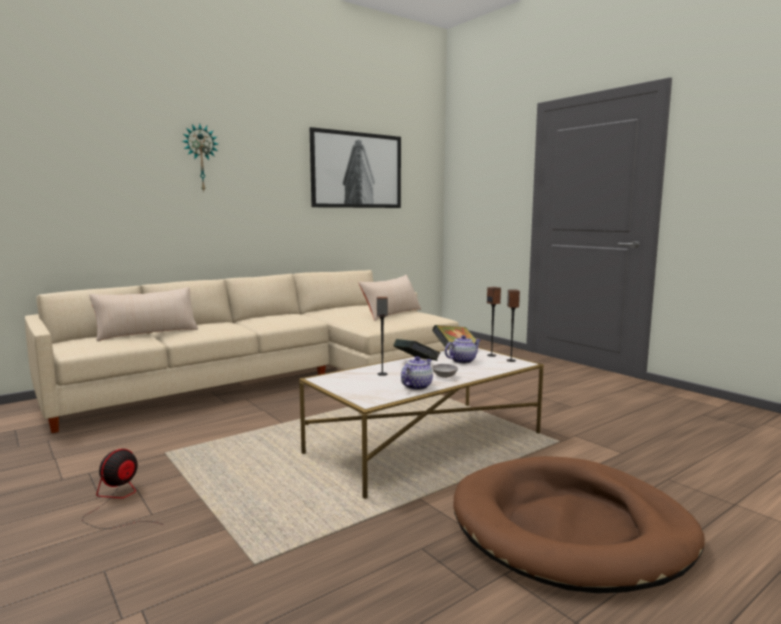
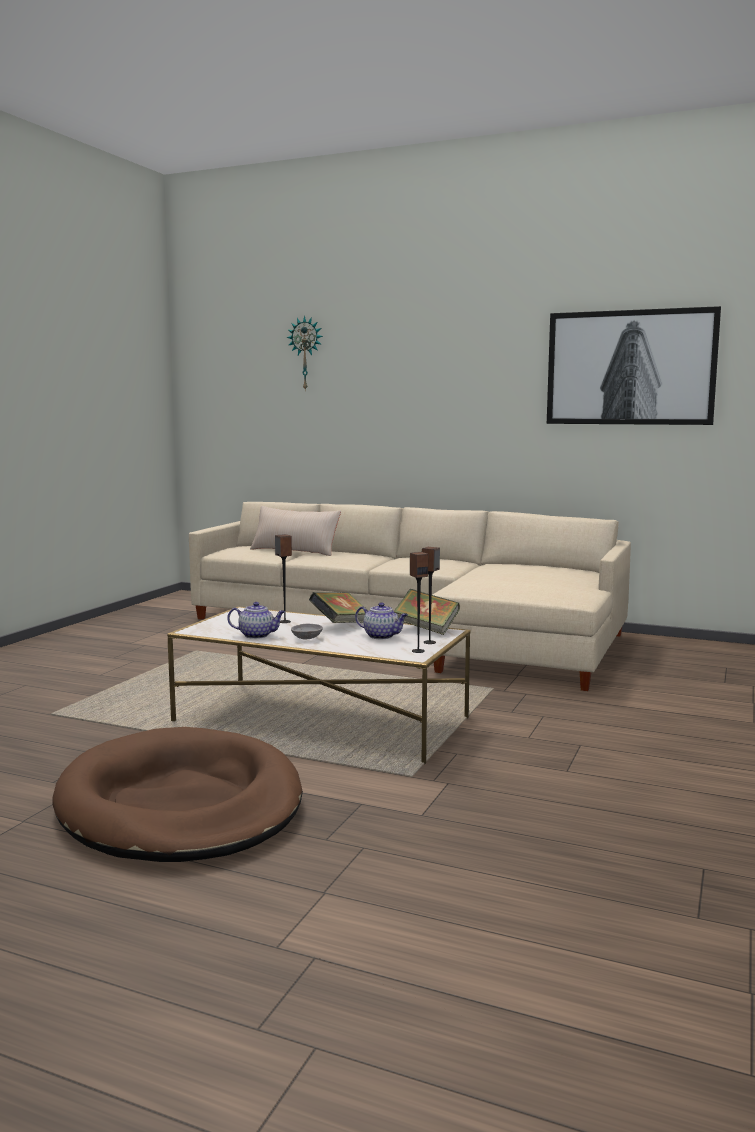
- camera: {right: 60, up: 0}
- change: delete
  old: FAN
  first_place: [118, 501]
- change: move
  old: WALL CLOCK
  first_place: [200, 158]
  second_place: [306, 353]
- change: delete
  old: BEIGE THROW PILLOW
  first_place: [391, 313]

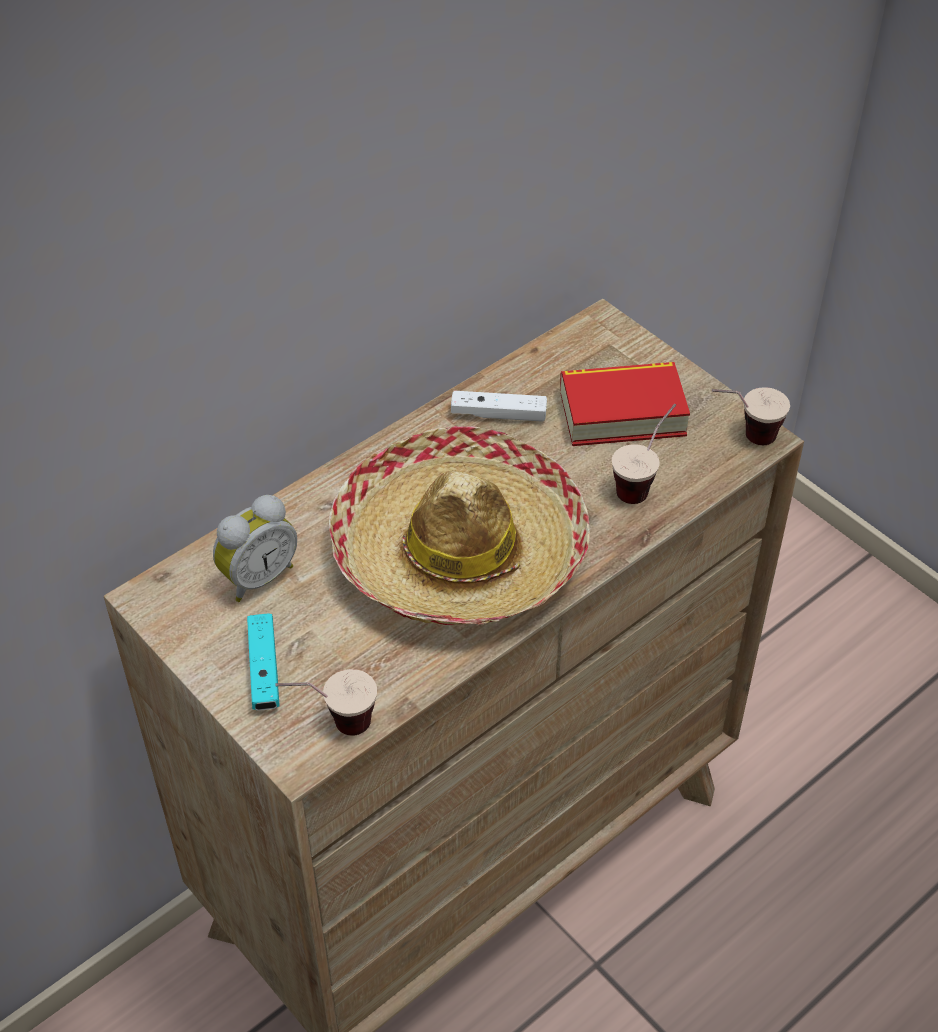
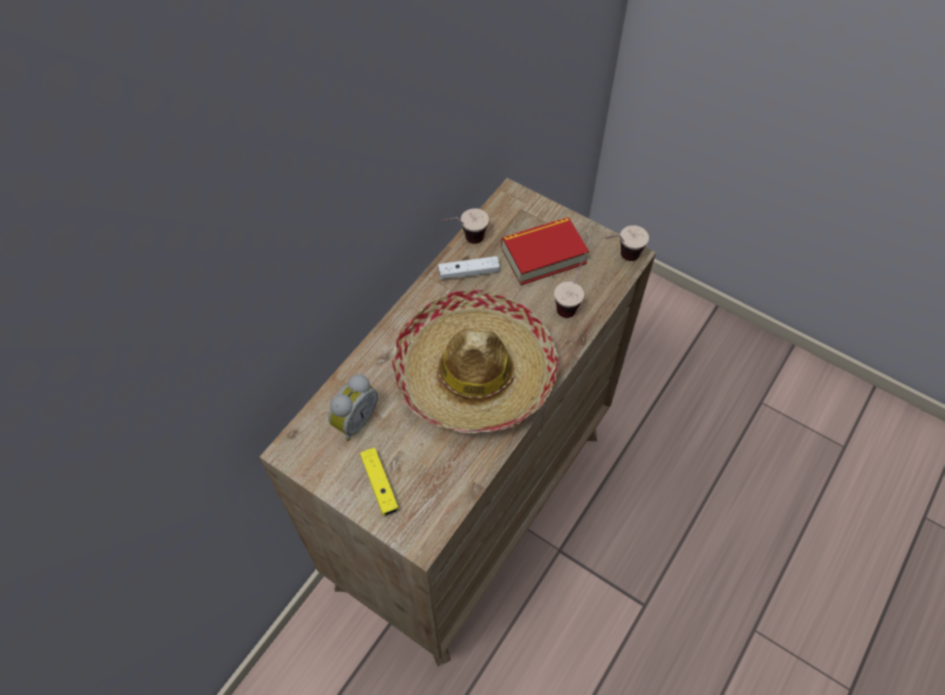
- camera: {right: -15, up: 10}
- change: recolor
  old: TURQUOISE JOYPAD
  new: YELLOW-COLOURED JOYPAD
  first_place: [264, 670]
  second_place: [380, 485]
- change: move
  old: DRINKING CUP
  first_place: [331, 726]
  second_place: [464, 241]

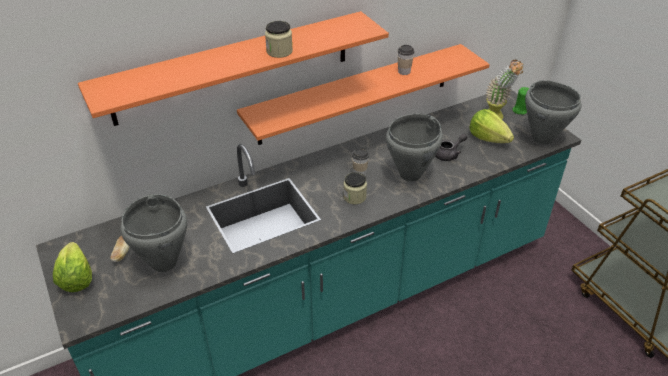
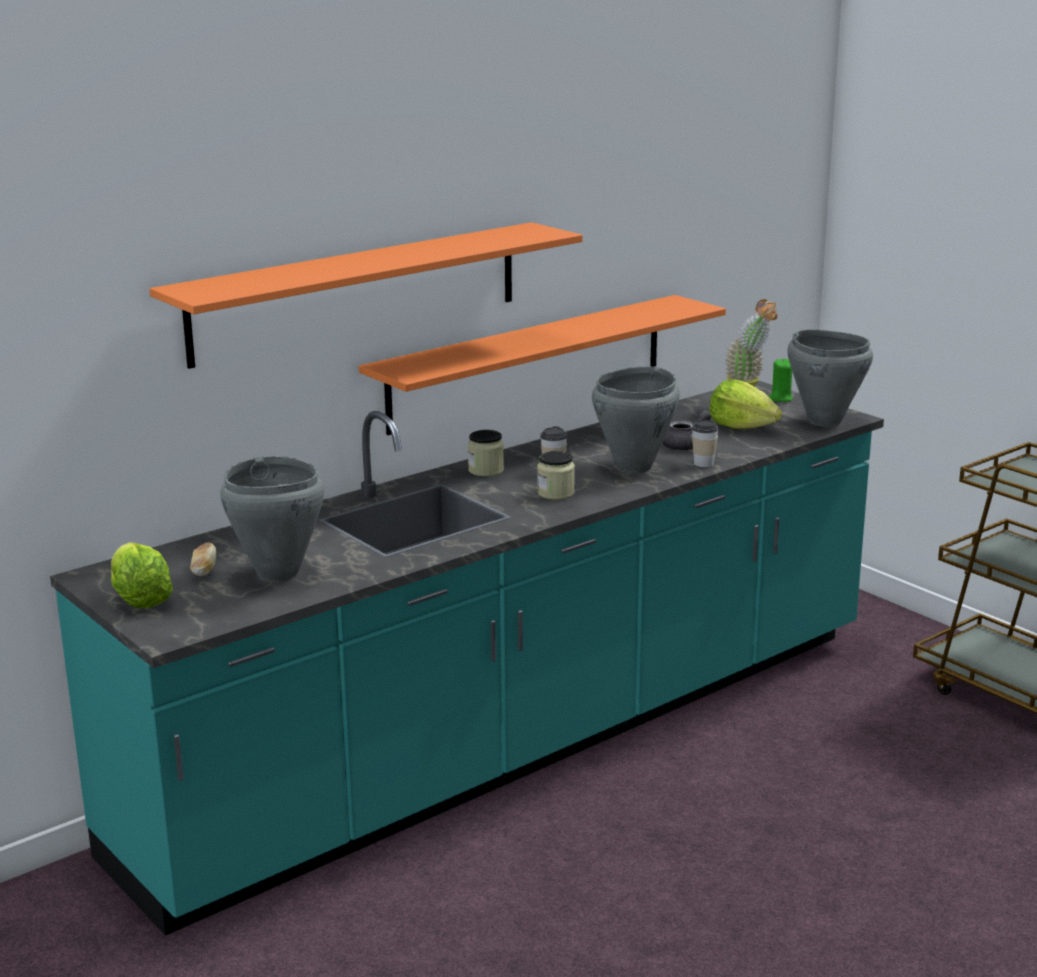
- camera: {right: -10, up: -20}
- change: move
  old: STORAGE JAR
  first_place: [279, 51]
  second_place: [486, 470]
- change: move
  old: DRINKING CUP
  first_place: [404, 71]
  second_place: [703, 463]

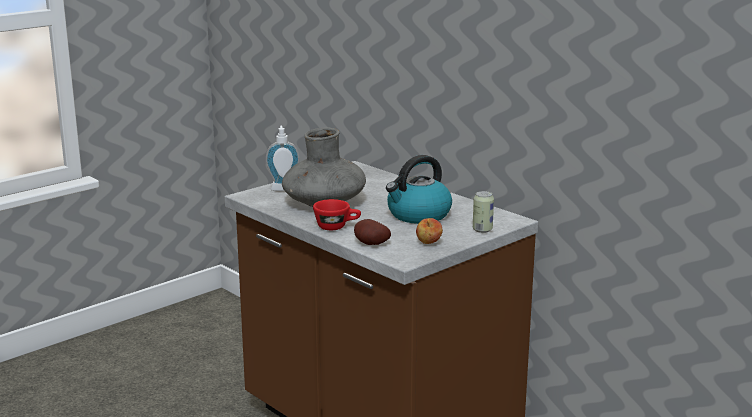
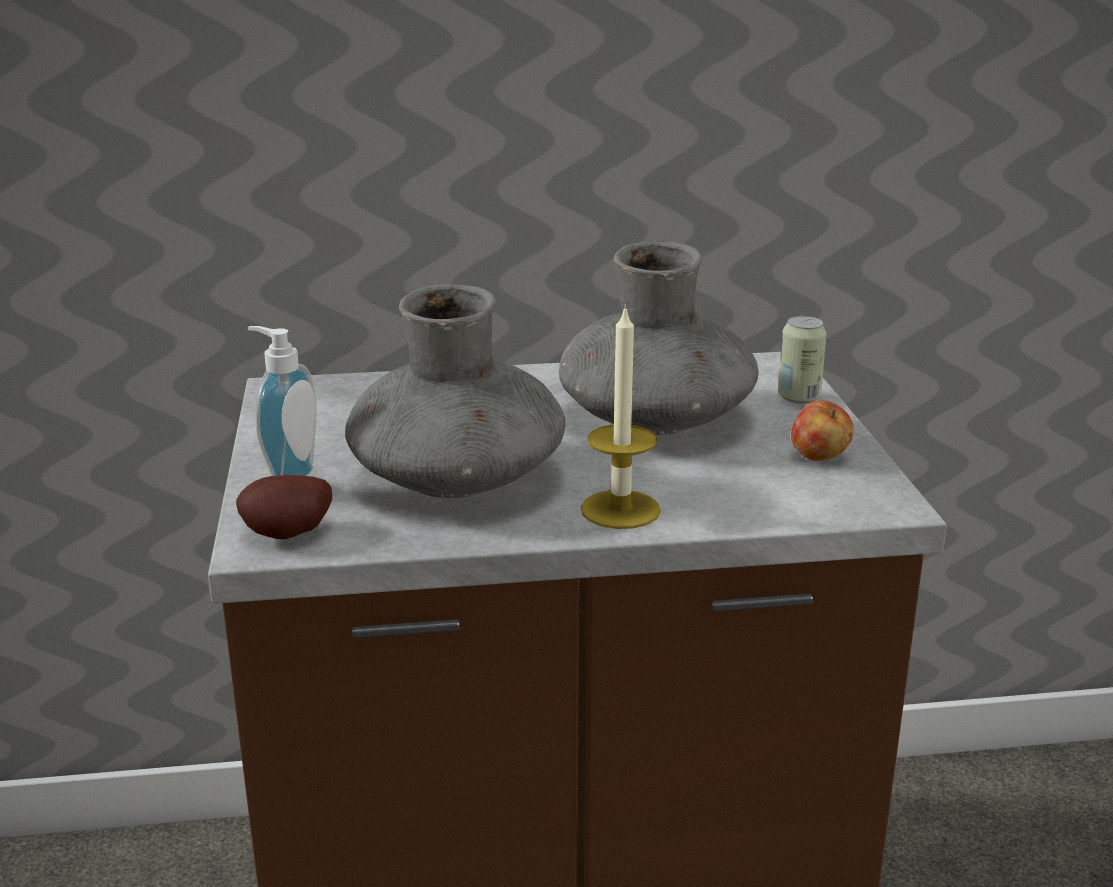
- camera: {right: -55, up: 5}
- change: replace
  old: REDDISH DRINKING CUP
  new: CANDLE
  first_place: [337, 227]
  second_place: [620, 509]
- change: move
  old: WHOLE POTATO
  first_place: [370, 245]
  second_place: [289, 536]
- change: replace
  old: WATER KETTLE
  new: GREY DECORATIVE VASE
  first_place: [418, 215]
  second_place: [656, 420]

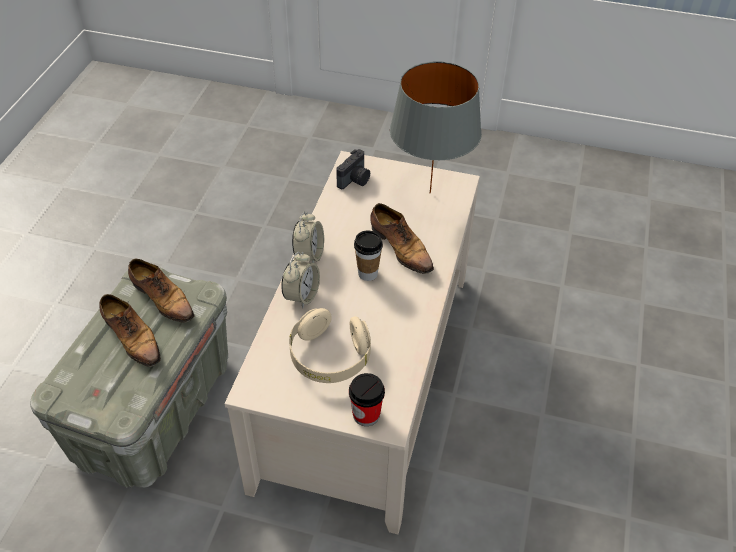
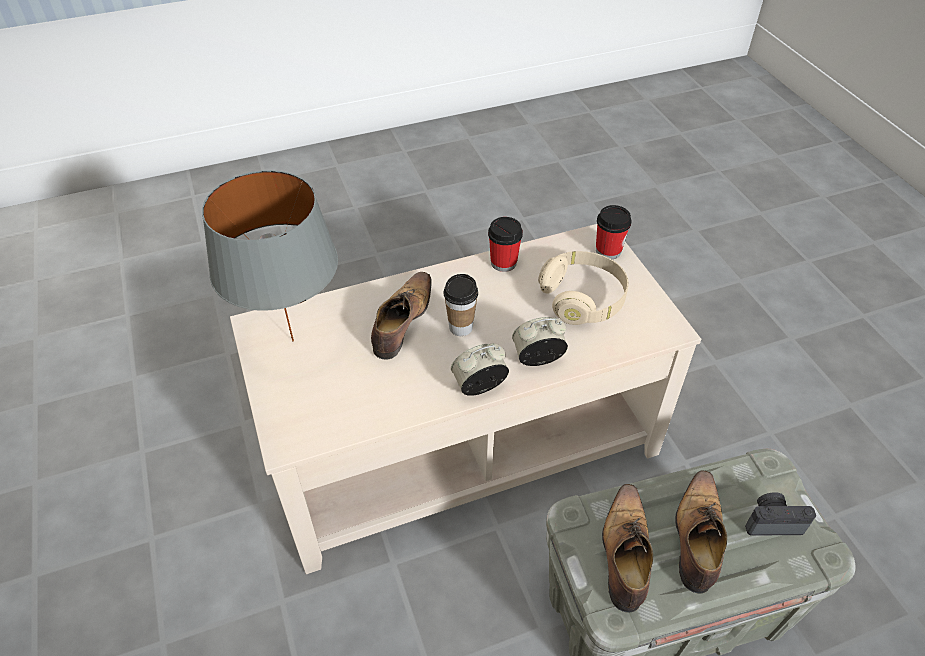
- camera: {right: -125, up: 0}
- change: move
  old: PHOTO CAMERA
  first_place: [355, 180]
  second_place: [772, 521]
- change: insert
  new: DRINKING CUP
  second_place: [503, 263]

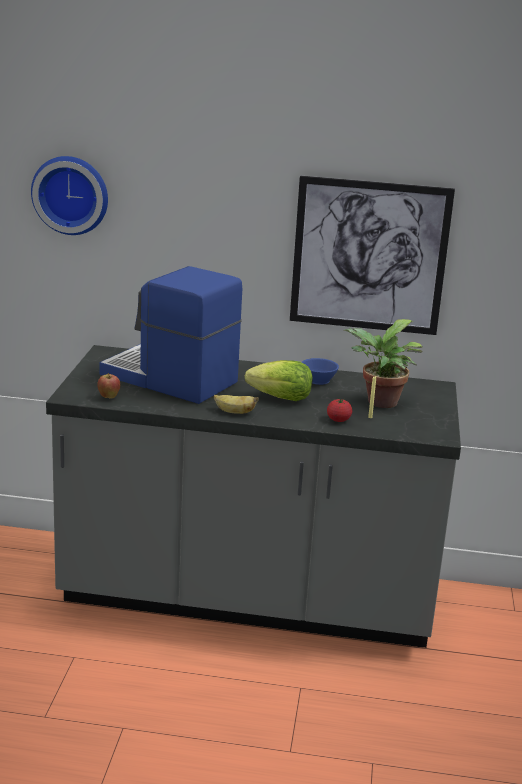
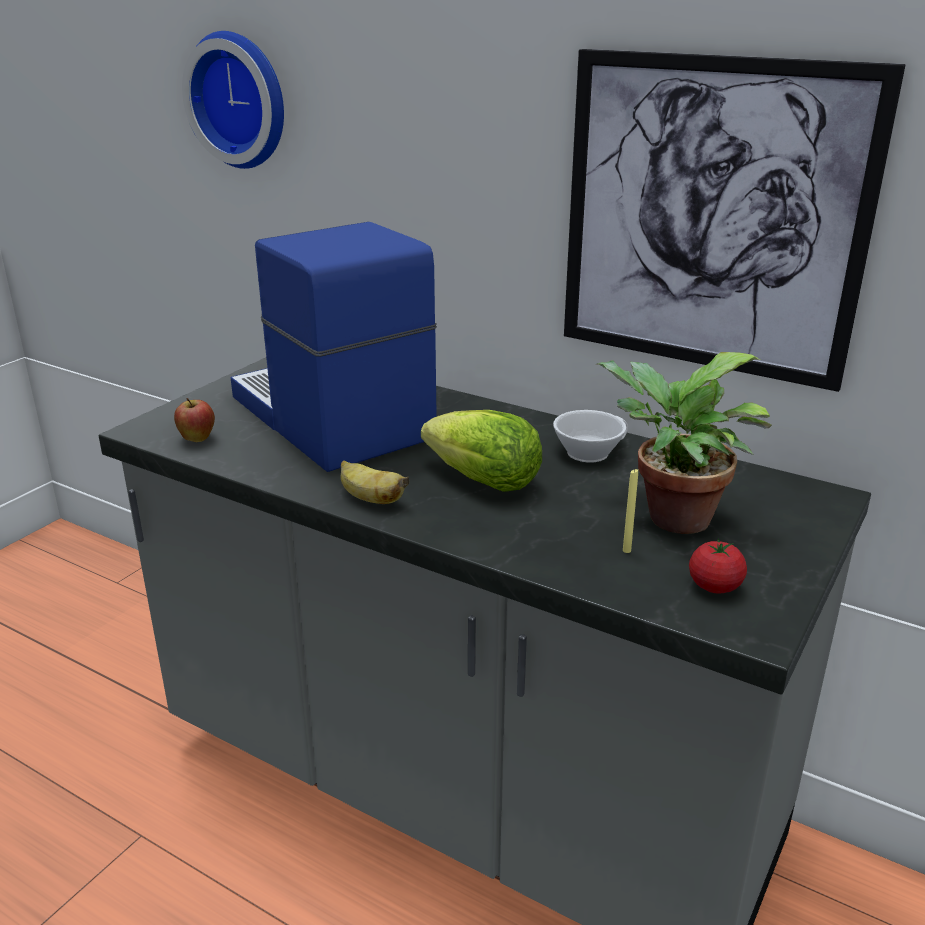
- camera: {right: 25, up: 5}
- change: recolor
  old: BLUE-COLOURED DRINKING CUP
  new: WHITE-COLOURED DRINKING CUP
  first_place: [317, 379]
  second_place: [587, 451]
- change: move
  old: WHOLE TOMATO
  first_place: [338, 420]
  second_place: [714, 586]

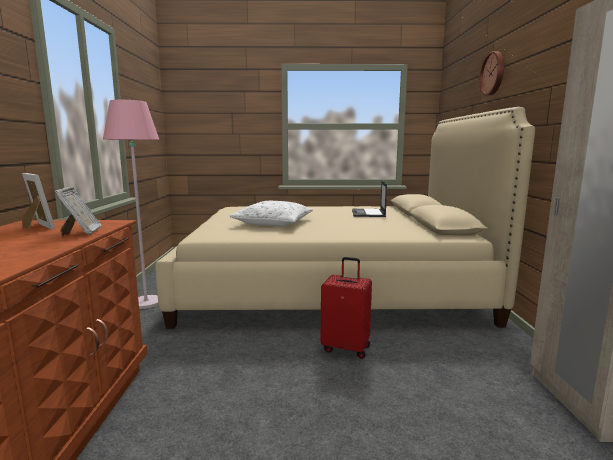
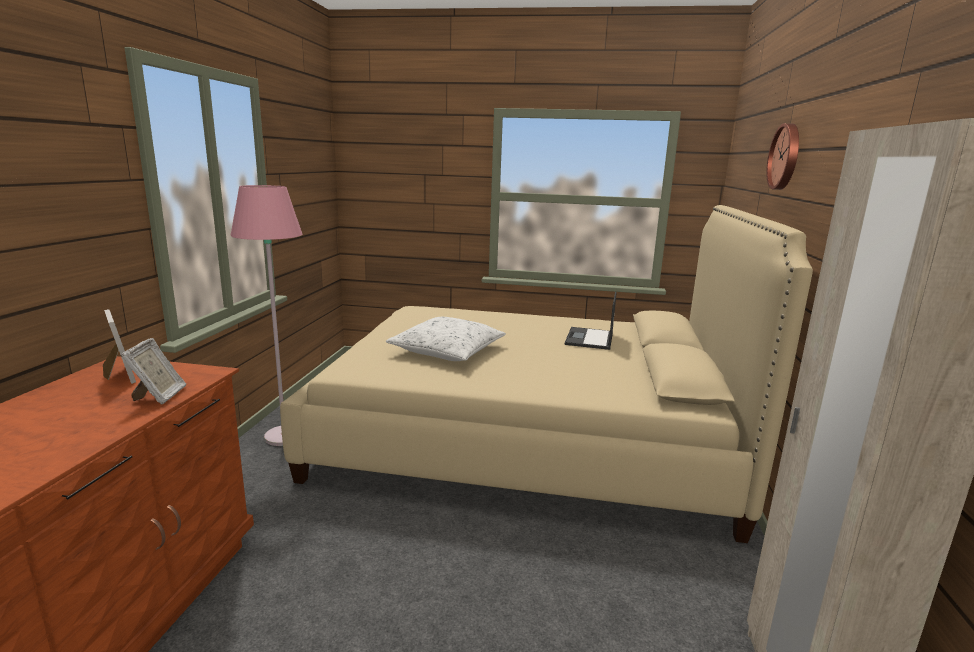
- camera: {right: 10, up: 5}
- change: delete
  old: REDDISH SUITCASE
  first_place: [346, 348]

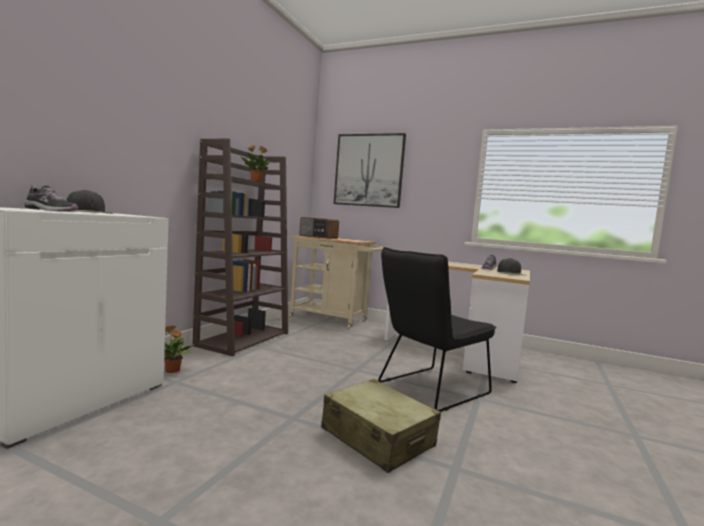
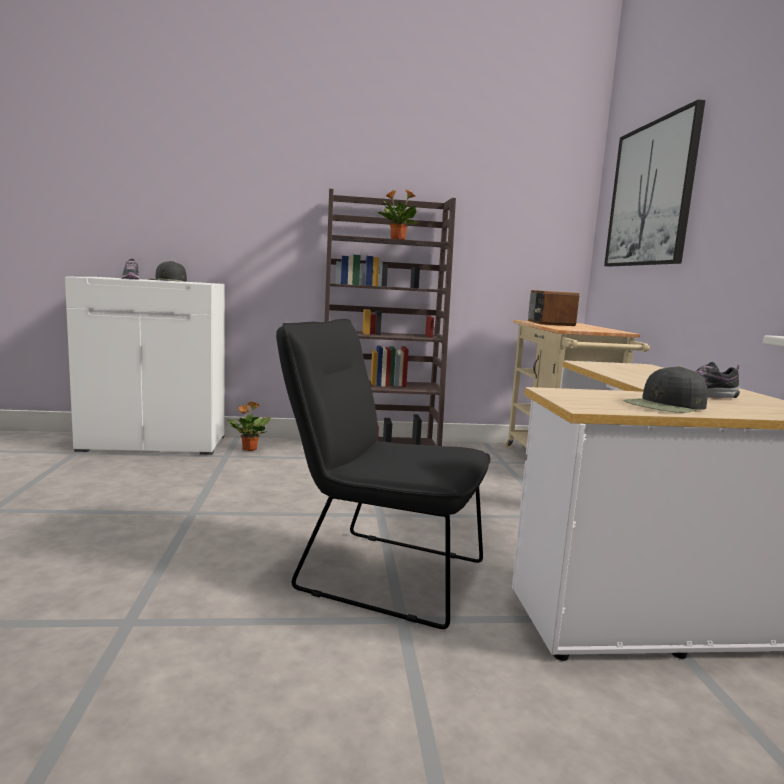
- camera: {right: 60, up: 5}
- change: delete
  old: BEIGE SUITCASE
  first_place: [377, 438]

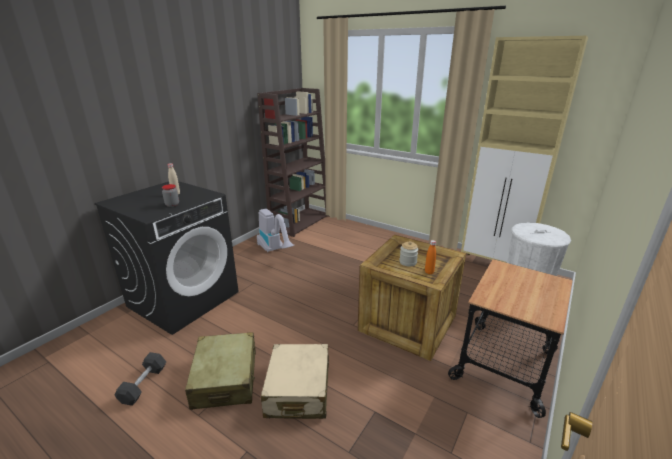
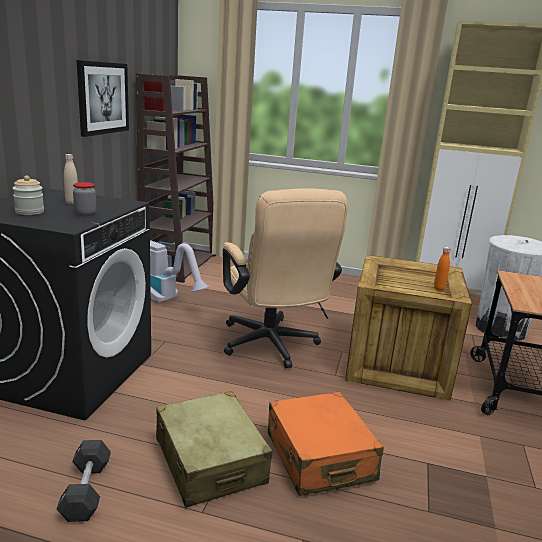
- camera: {right: -20, up: -5}
- change: recolor
  old: BEIGE SUITCASE
  new: ORANGE SUITCASE
  first_place: [298, 390]
  second_place: [319, 457]
- change: move
  old: STORAGE JAR
  first_place: [408, 262]
  second_place: [29, 212]
- change: insert
  new: WALL PICTURE
  second_place: [103, 98]
- change: insert
  new: BEIGE OFFICE CHAIR
  second_place: [272, 347]

